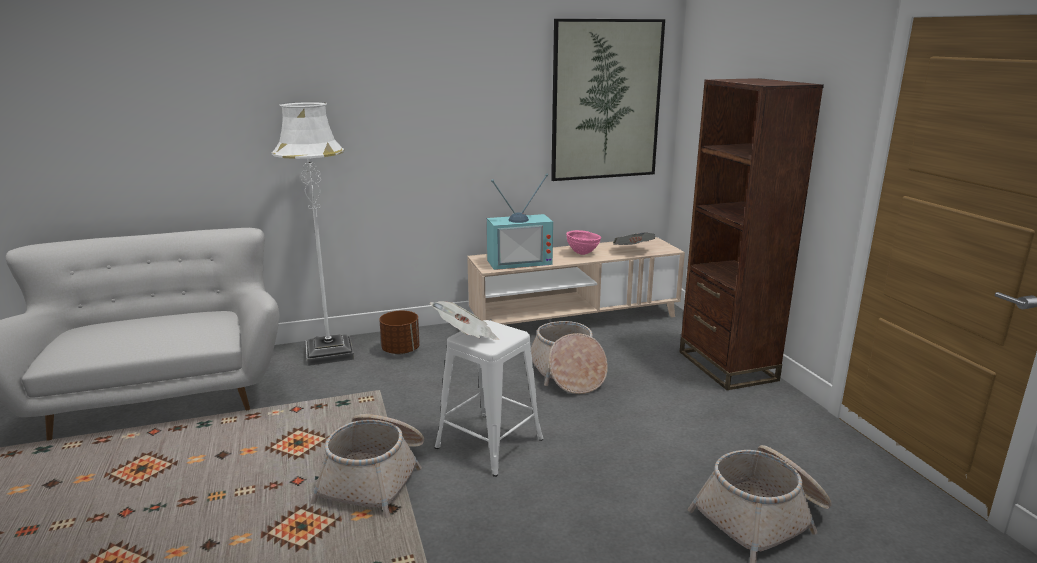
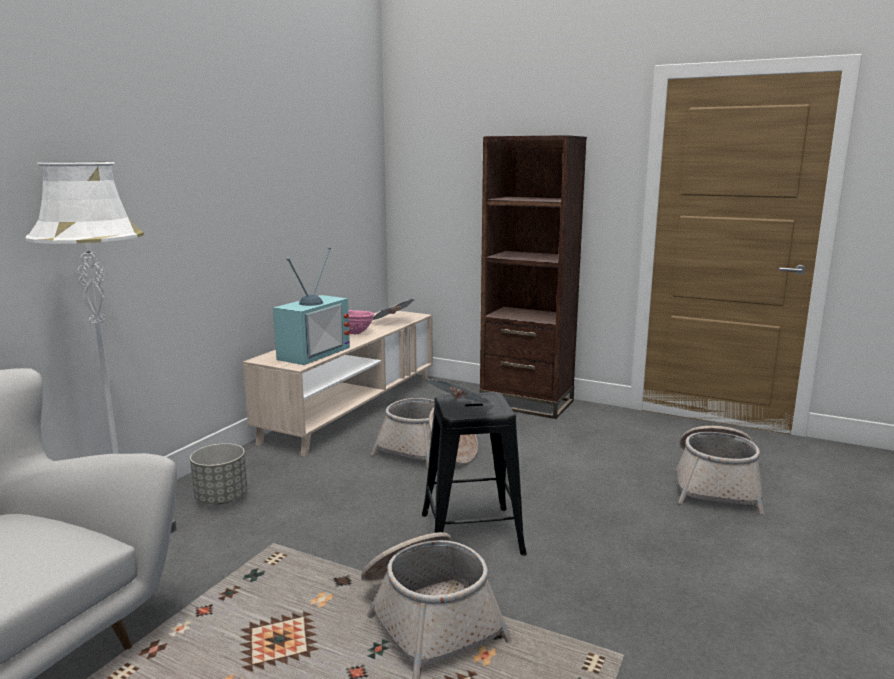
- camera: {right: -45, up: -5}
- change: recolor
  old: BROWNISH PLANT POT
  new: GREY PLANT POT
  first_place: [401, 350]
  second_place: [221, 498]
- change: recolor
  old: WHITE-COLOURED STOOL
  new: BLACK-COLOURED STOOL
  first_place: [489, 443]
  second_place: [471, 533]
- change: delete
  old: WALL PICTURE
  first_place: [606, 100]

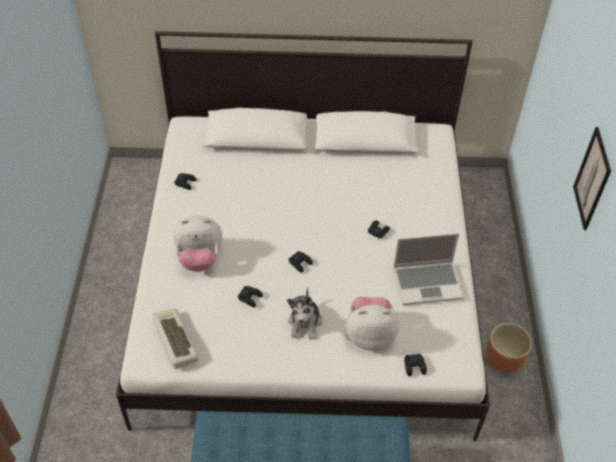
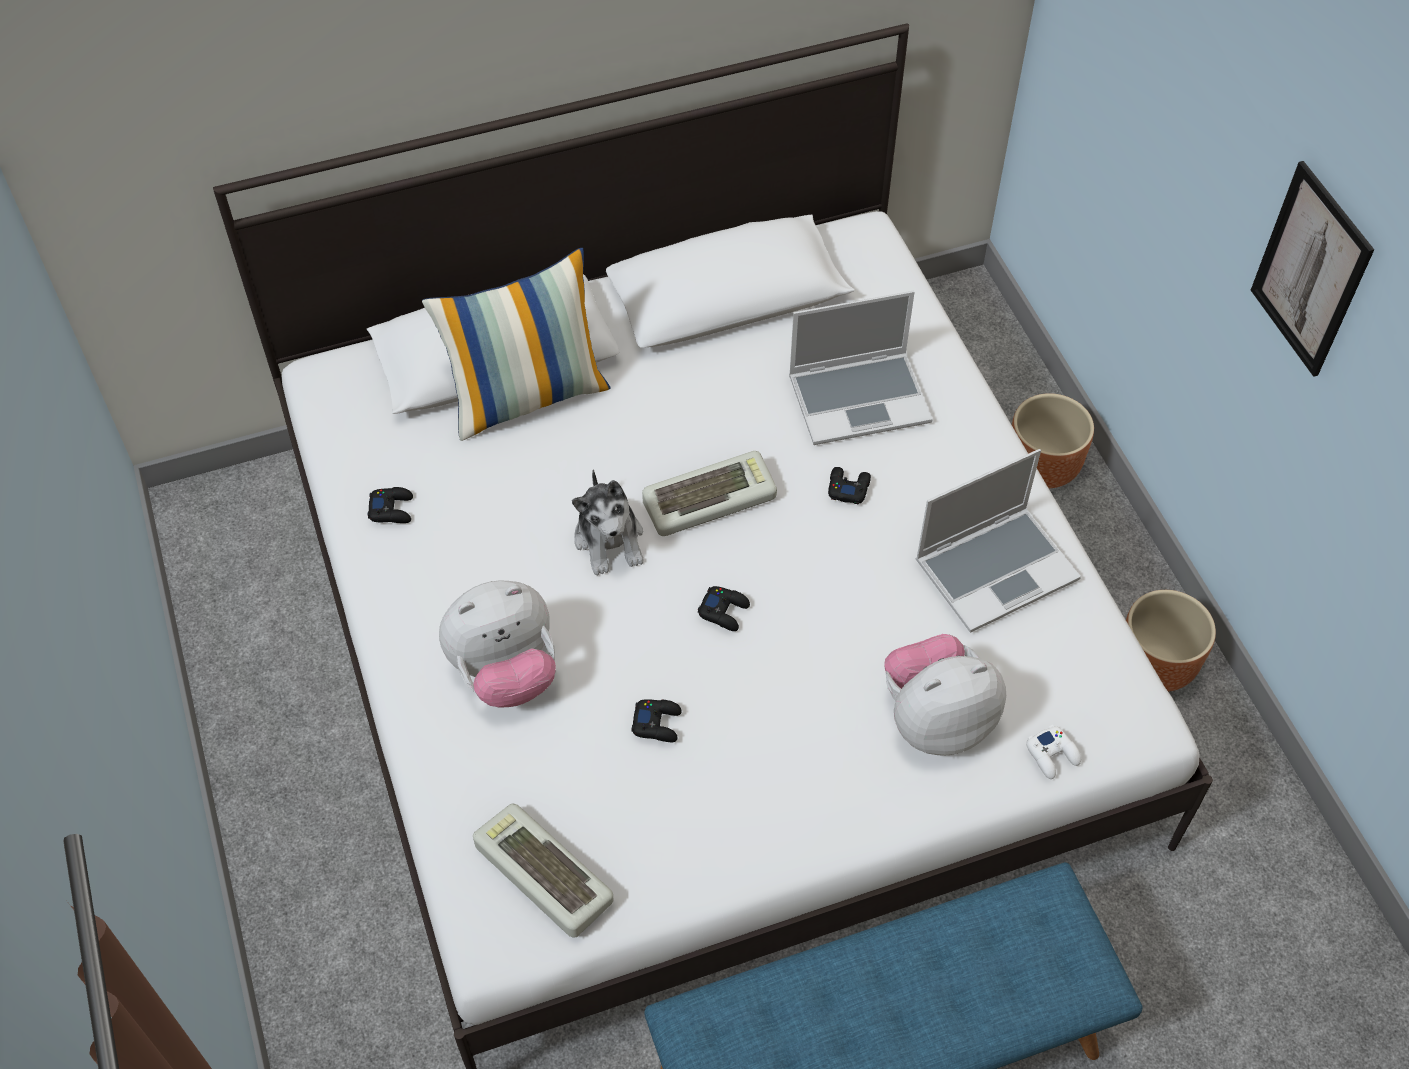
- camera: {right: -20, up: 5}
- change: move
  old: CUDDLY TOY
  first_place: [305, 323]
  second_place: [610, 539]
- change: recolor
  old: BLACK-COLOURED JOYPAD
  new: WHITE-COLOURED JOYPAD
  first_place: [414, 366]
  second_place: [1052, 755]
- change: insert
  new: THROW PILLOW
  second_place: [527, 395]
- change: insert
  new: COMPUTER KEYBOARD
  second_place: [709, 497]
- change: insert
  new: PORTABLE COMPUTER
  second_place: [860, 398]
- change: insert
  new: BROWNISH PLANT POT
  second_place: [1043, 467]

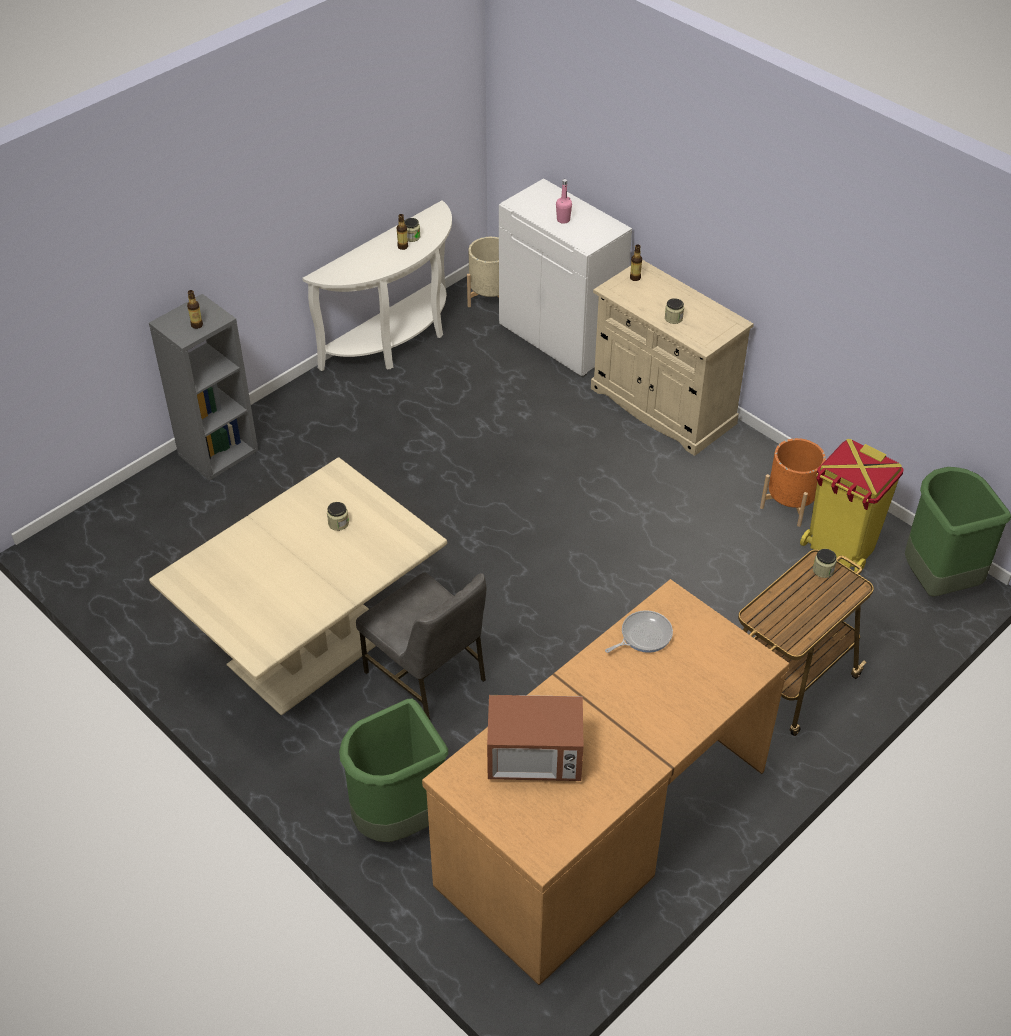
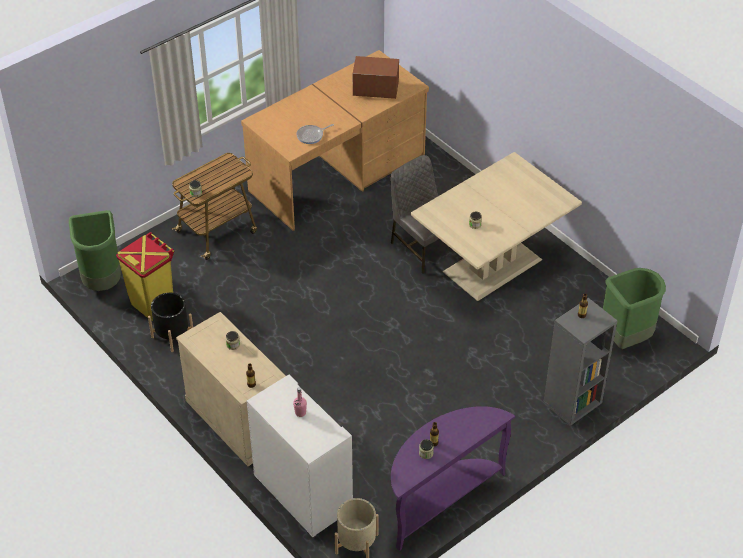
- camera: {right: -175, up: 0}
- change: recolor
  old: WHITE-COLOURED NARROW TABLE
  new: PURPLE-COLOURED NARROW TABLE
  first_place: [397, 341]
  second_place: [440, 499]
- change: move
  old: GREEN-COLOURED RUBBISH BIN
  first_place: [400, 819]
  second_place: [626, 337]
- change: recolor
  old: ORANGE PLANT POT
  new: BLACK-COLOURED PLANT POT
  first_place: [790, 504]
  second_place: [172, 336]

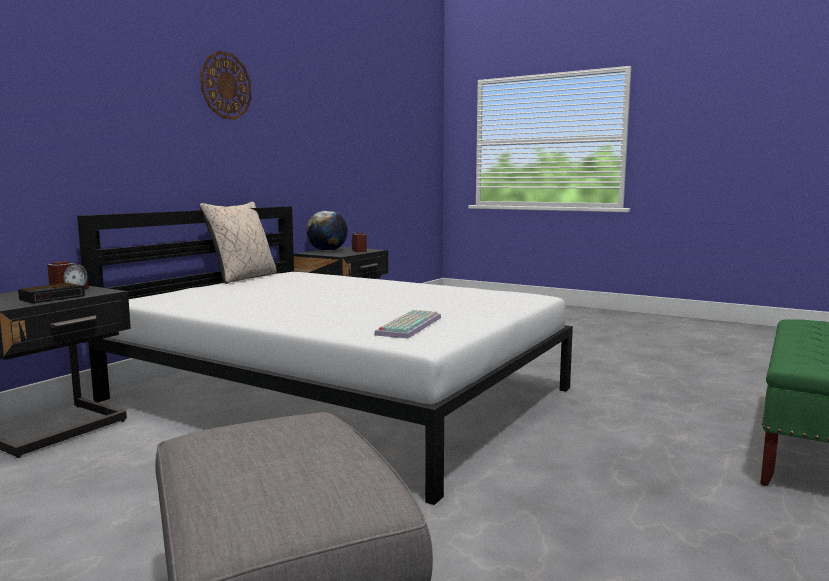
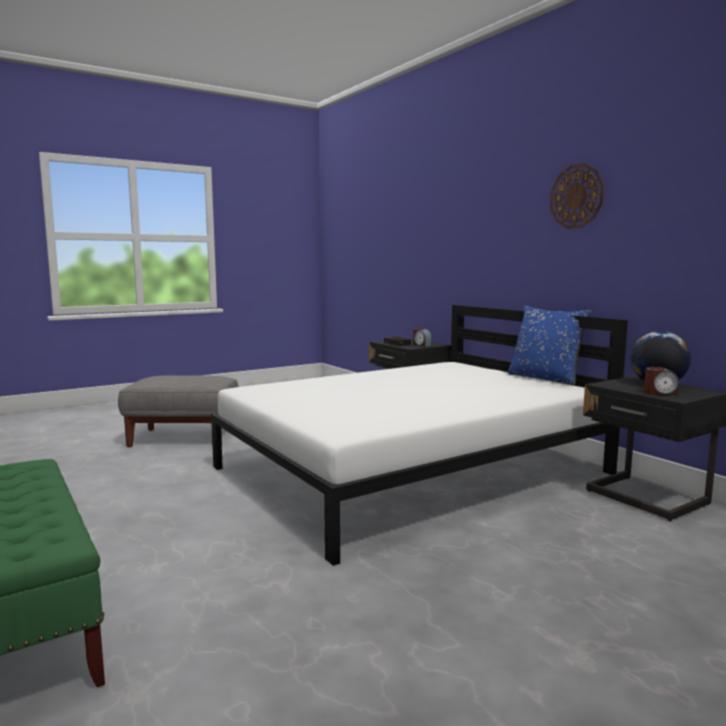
- camera: {right: 115, up: 0}
- change: recolor
  old: BEIGE THROW PILLOW
  new: BLUE-COLOURED THROW PILLOW
  first_place: [243, 278]
  second_place: [545, 378]
- change: delete
  old: COMPUTER KEYBOARD
  first_place: [408, 325]

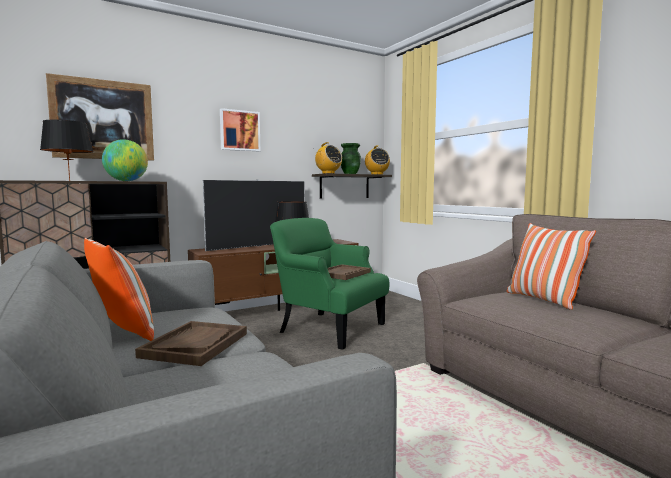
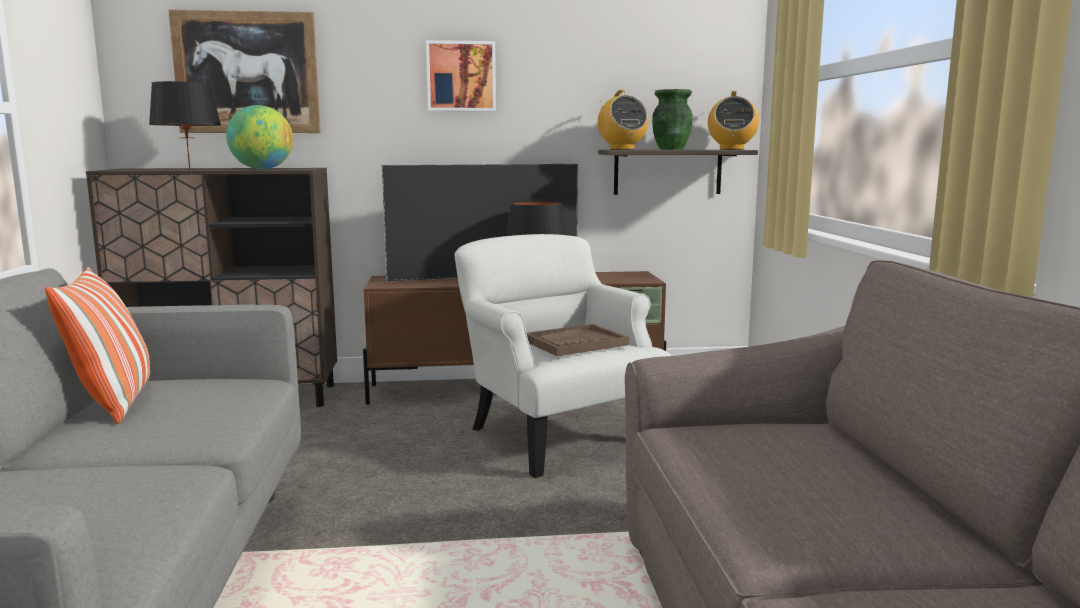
- camera: {right: 25, up: 5}
- change: delete
  old: BROWNISH TRAY
  first_place: [195, 345]
- change: recolor
  old: GREEN-COLOURED EASY CHAIR
  new: WHITE-COLOURED EASY CHAIR
  first_place: [328, 328]
  second_place: [558, 434]
- change: delete
  old: THROW PILLOW
  first_place: [543, 300]

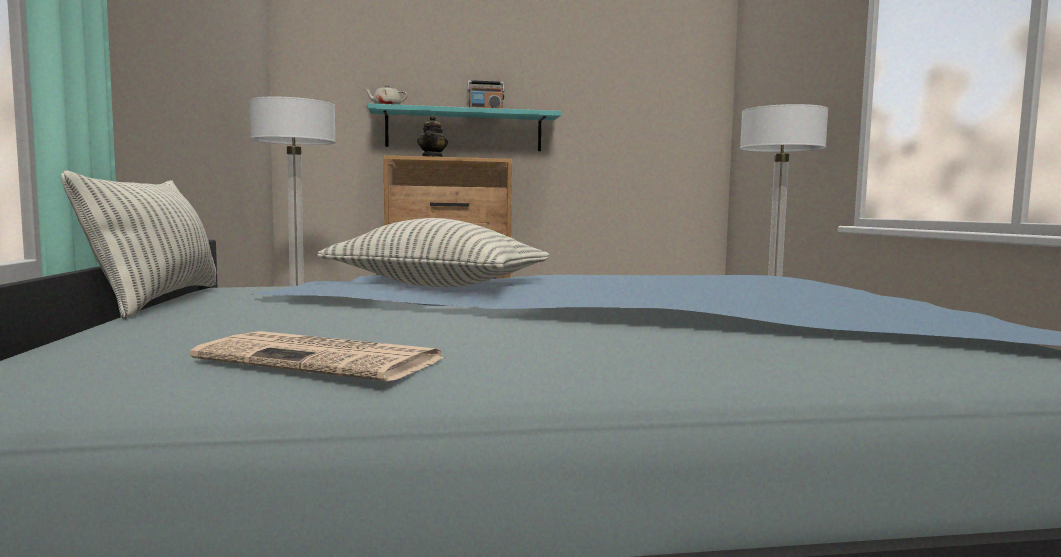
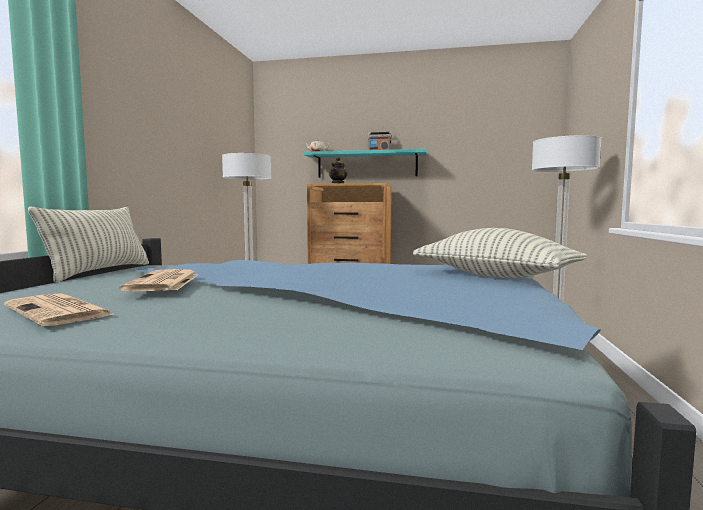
- camera: {right: 20, up: 0}
- change: move
  old: THROW PILLOW
  first_place: [435, 285]
  second_place: [495, 276]
- change: insert
  new: PRINTED PAPER
  second_place: [163, 282]

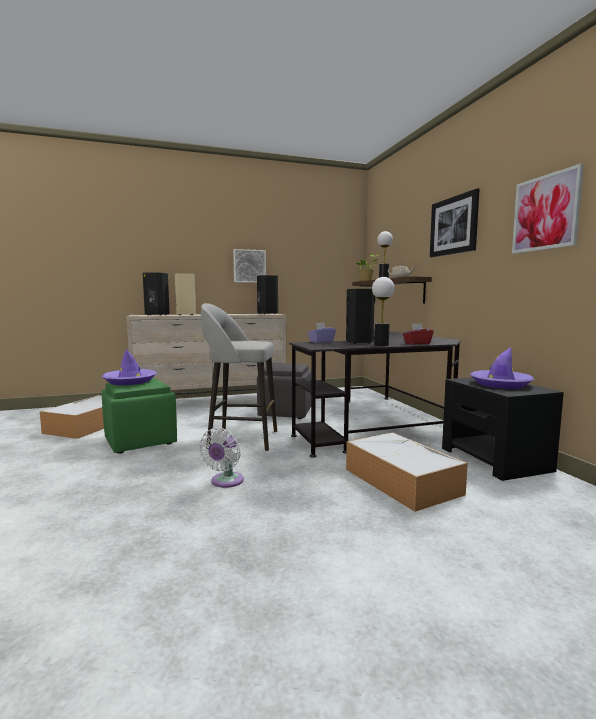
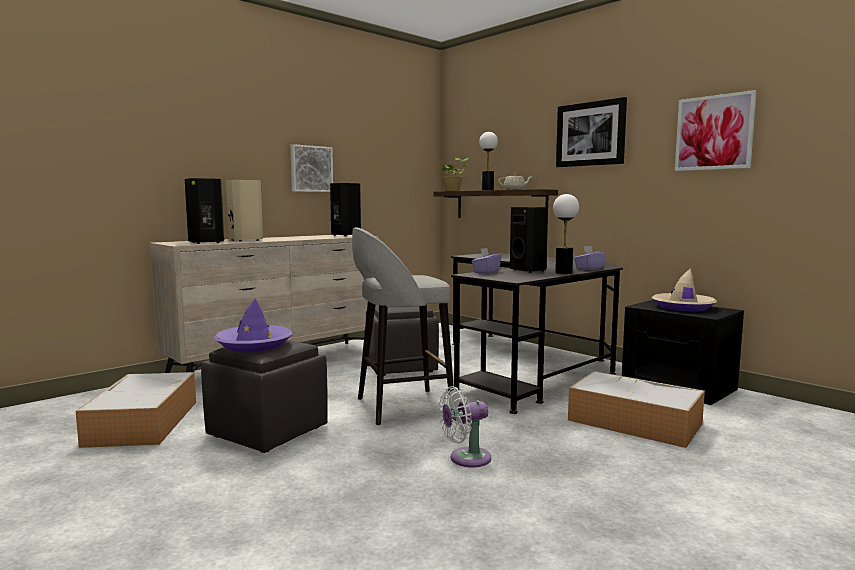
- camera: {right: -25, up: 0}
- change: recolor
  old: GREEN-COLOURED POUFFE
  new: GREY POUFFE
  first_place: [140, 440]
  second_place: [267, 430]
- change: rotate
  old: WHITE-COLOURED FAN
  first_place: [225, 482]
  second_place: [466, 459]
  degrees: 75
- change: recolor
  old: REDDISH TISSUE HOLDER
  new: PURPLE-COLOURED TISSUE HOLDER
  first_place: [417, 343]
  second_place: [589, 269]
- change: recolor
  old: PURPLE-COLOURED WEARABLE HAT
  new: BEIGE WEARABLE HAT
  first_place: [500, 384]
  second_place: [683, 307]

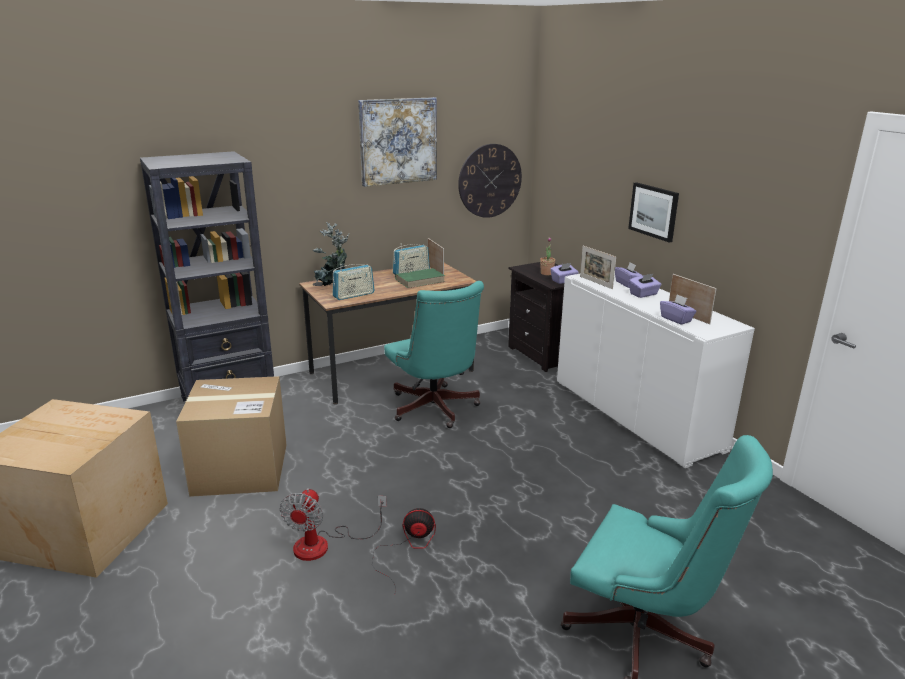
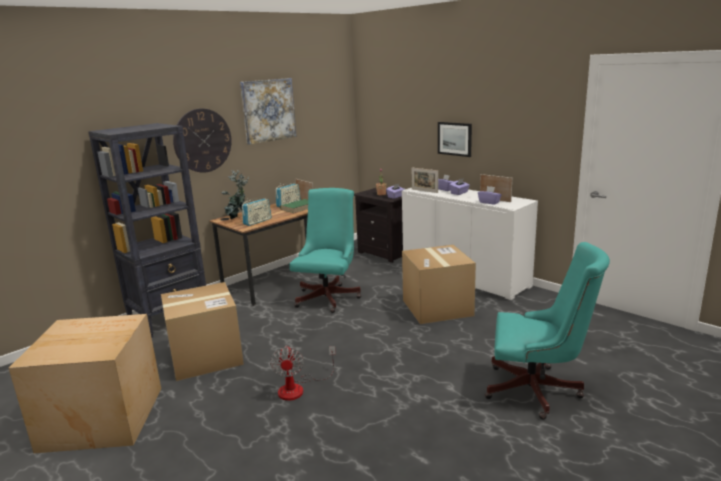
- camera: {right: -15, up: -5}
- change: delete
  old: FAN
  first_place: [407, 549]
- change: rotate
  old: TURQUOISE OFFICE CHAIR
  first_place: [435, 410]
  second_place: [329, 296]
  degrees: -120
- change: move
  old: WALL CLOCK
  first_place: [490, 181]
  second_place: [202, 140]
- change: insert
  new: CARDBOARD BOX
  second_place: [437, 308]

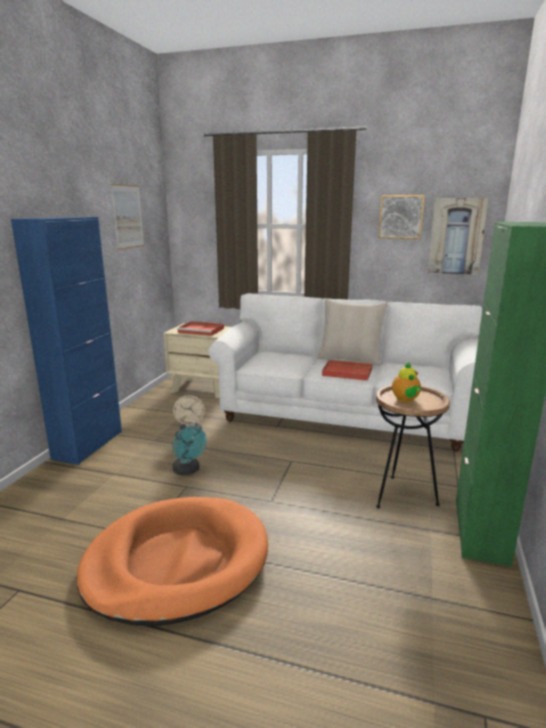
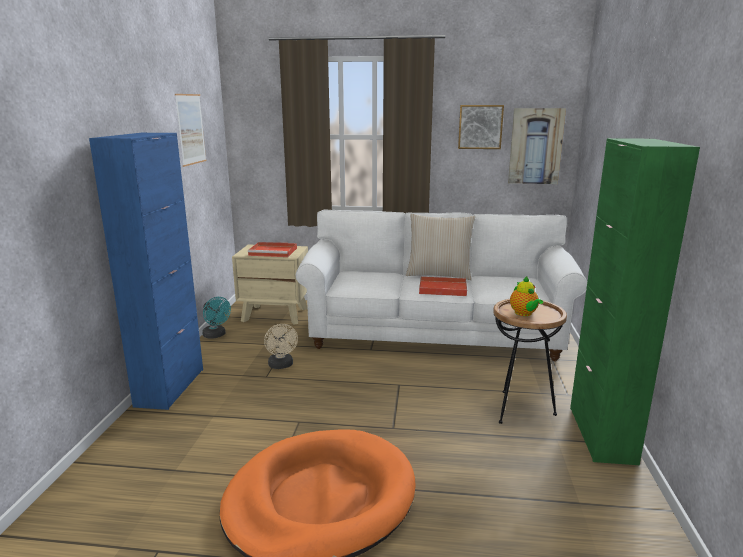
- camera: {right: -10, up: 0}
- change: move
  old: TURQUOISE FAN
  first_place: [188, 471]
  second_place: [216, 335]

